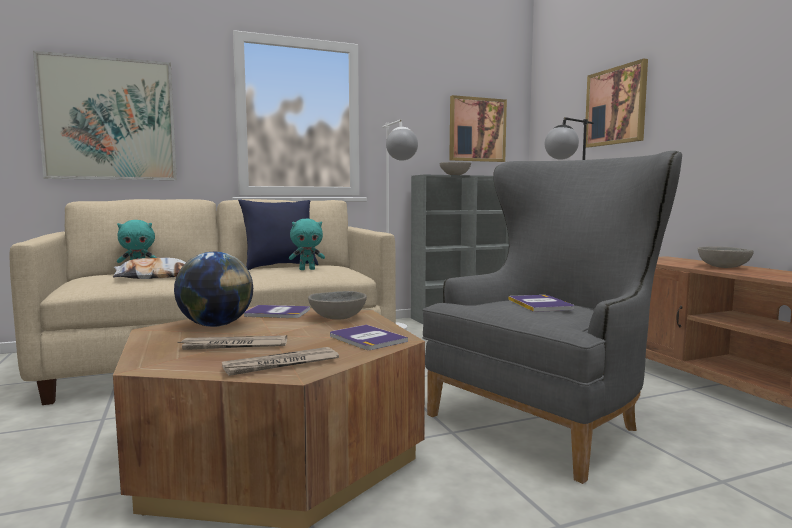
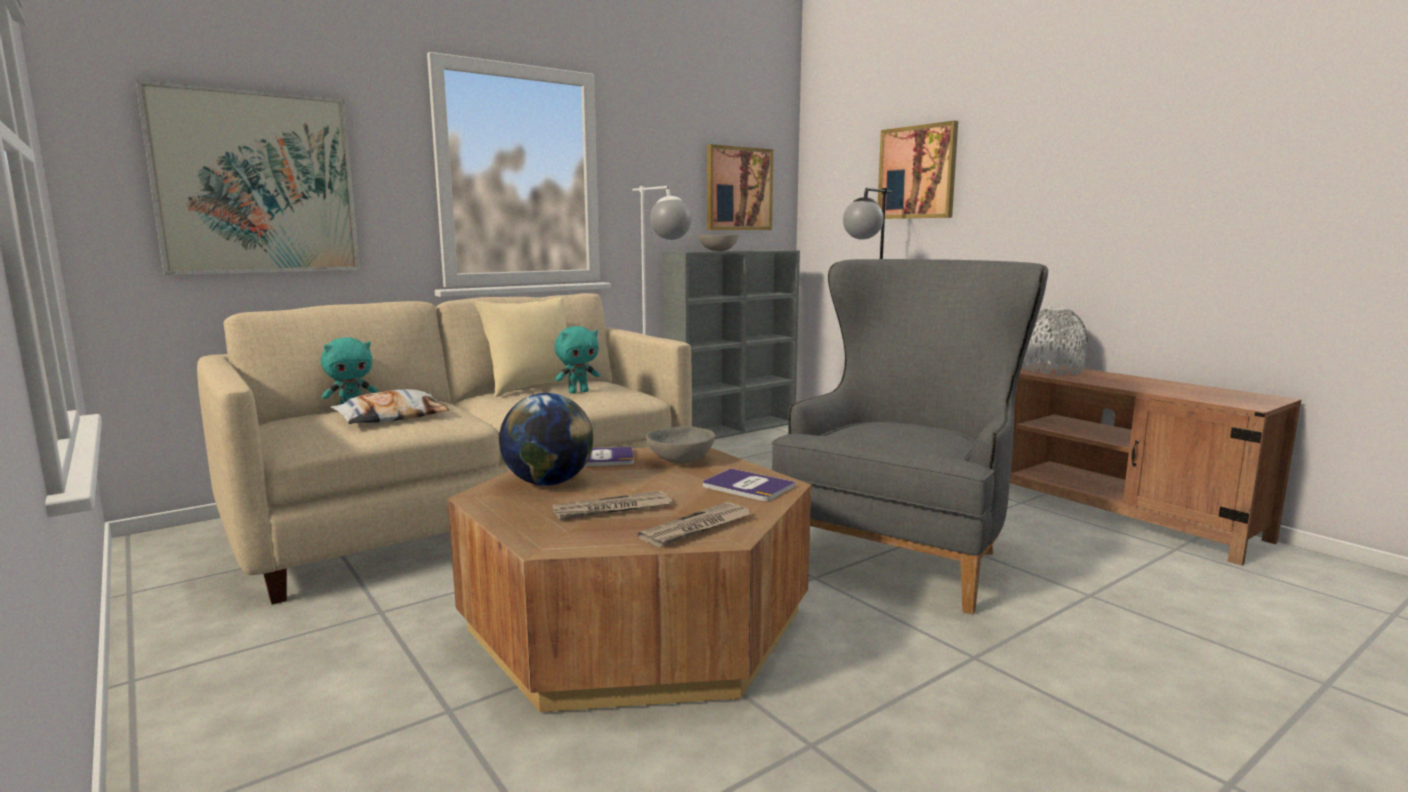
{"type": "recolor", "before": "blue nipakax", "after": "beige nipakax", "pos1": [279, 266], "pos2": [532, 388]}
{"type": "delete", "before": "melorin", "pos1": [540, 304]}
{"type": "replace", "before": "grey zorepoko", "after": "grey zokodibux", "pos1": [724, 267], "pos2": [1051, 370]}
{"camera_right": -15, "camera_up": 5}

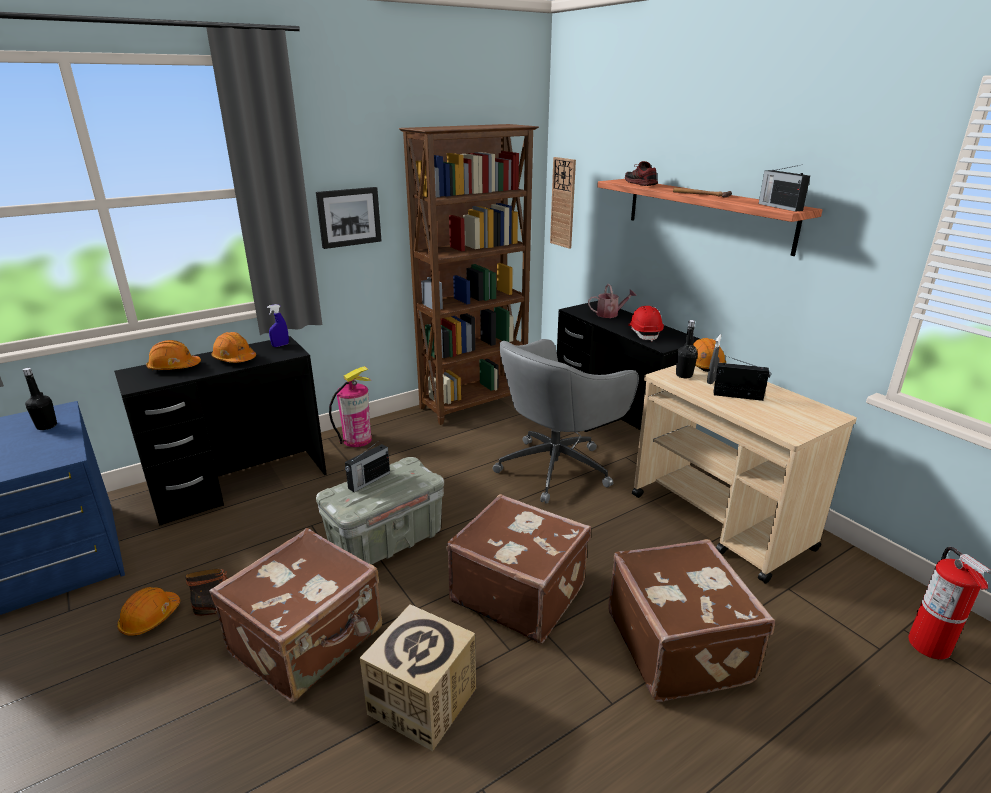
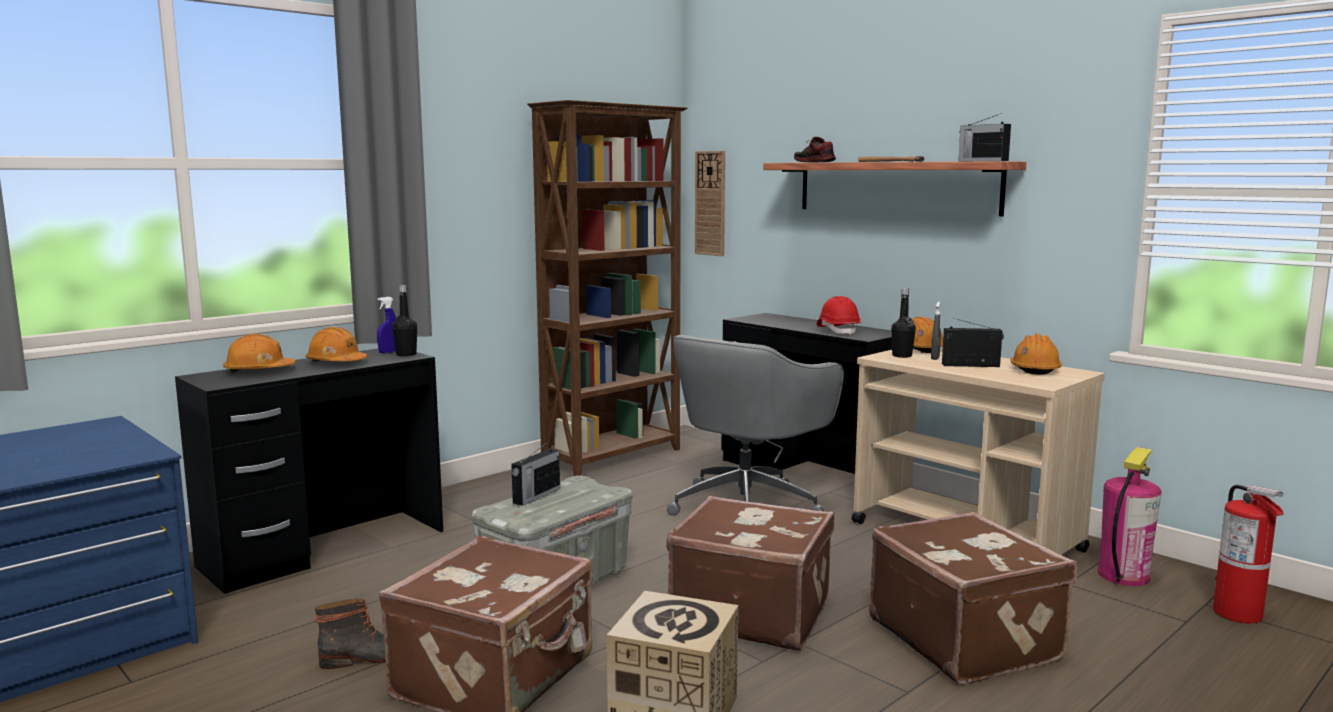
{"type": "move", "before": "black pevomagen", "pos1": [47, 426], "pos2": [406, 354]}
{"type": "move", "before": "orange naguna", "pos1": [150, 618], "pos2": [1035, 369]}
{"type": "delete", "before": "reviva", "pos1": [349, 217]}
{"type": "move", "before": "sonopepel", "pos1": [357, 440], "pos2": [1123, 575]}
{"type": "delete", "before": "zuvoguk", "pos1": [610, 314]}
{"camera_right": -10, "camera_up": -15}

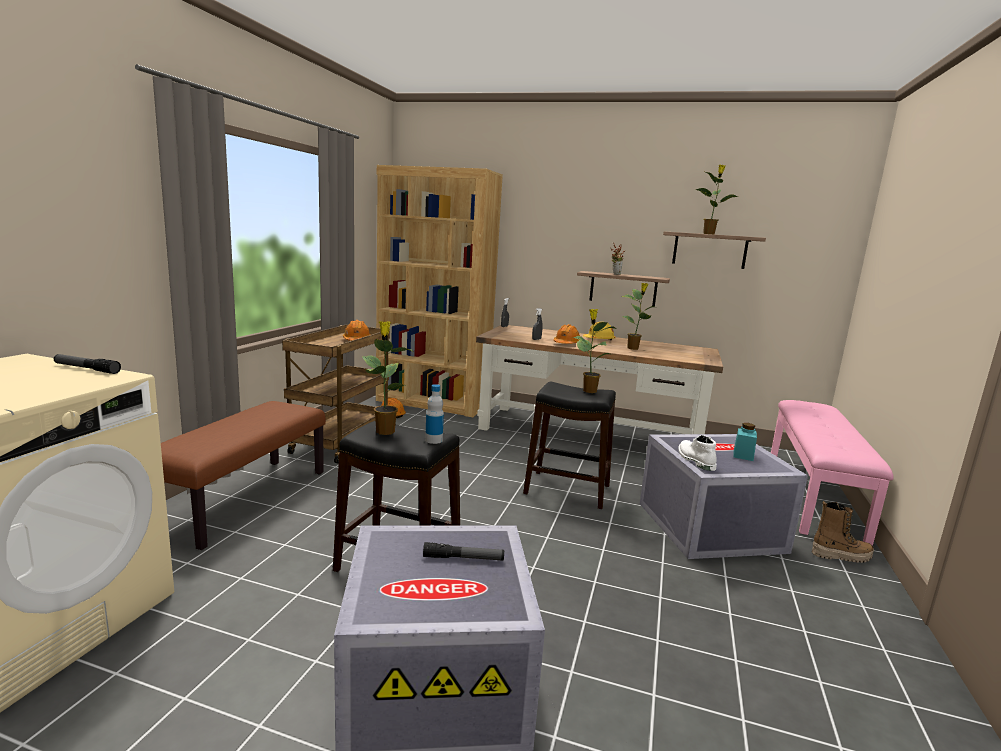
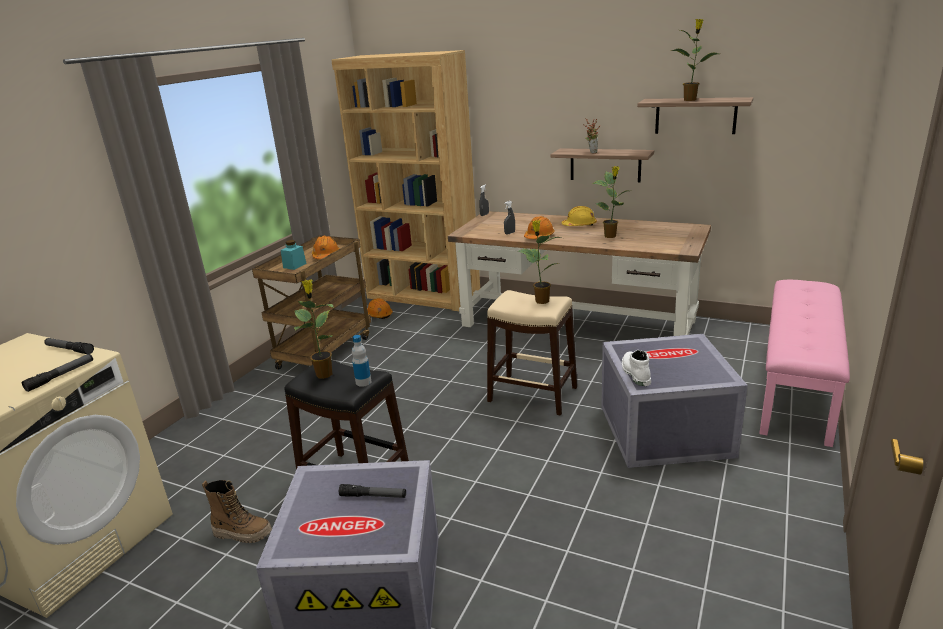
{"type": "delete", "before": "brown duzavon", "pos1": [243, 499]}
{"type": "recolor", "before": "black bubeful", "after": "beige bubeful", "pos1": [567, 489], "pos2": [532, 394]}
{"type": "move", "before": "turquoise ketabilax", "pos1": [743, 455], "pos2": [294, 265]}
{"type": "move", "before": "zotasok", "pos1": [840, 555], "pos2": [243, 533]}
{"type": "insert", "after": "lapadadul", "pos2": [61, 376]}
{"camera_right": 10, "camera_up": 10}

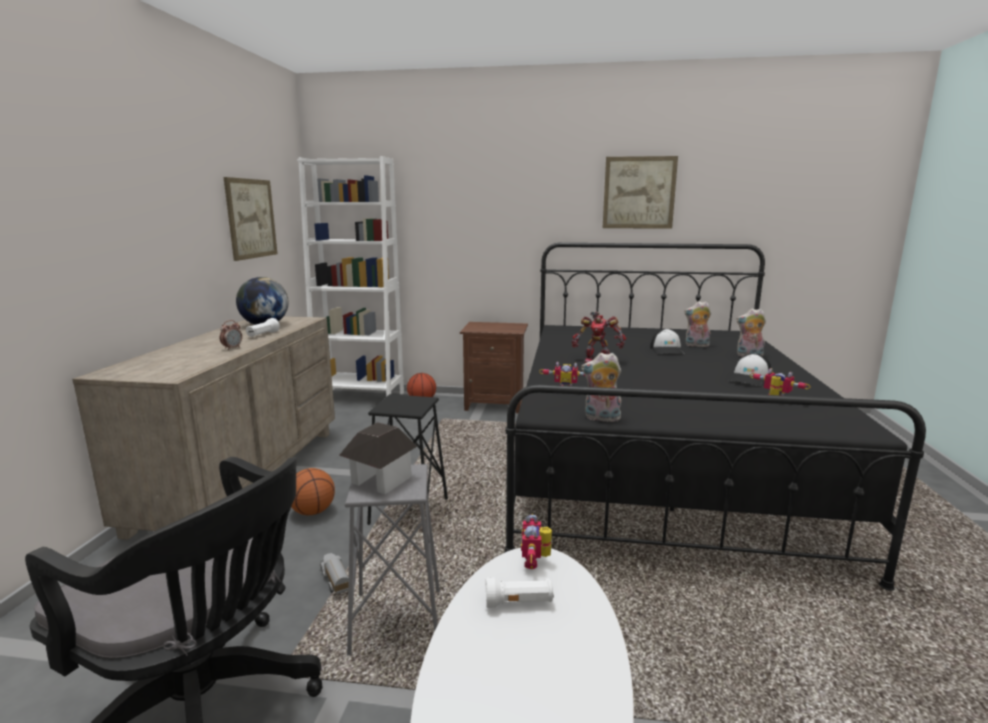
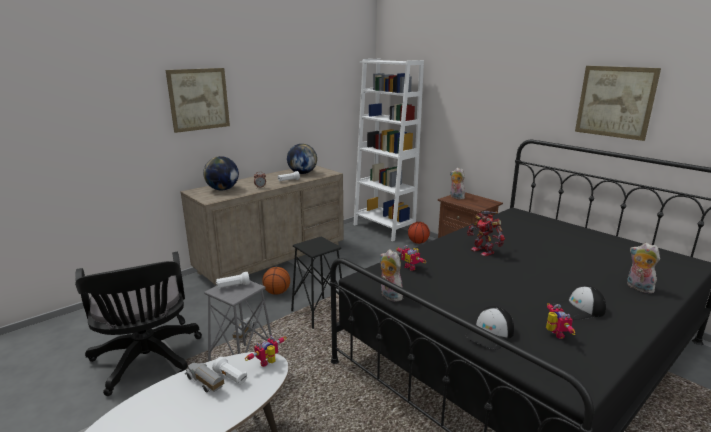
{"type": "move", "before": "reviva", "pos1": [251, 218], "pos2": [199, 99]}
{"type": "replace", "before": "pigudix", "after": "white lapadadul", "pos1": [380, 480], "pos2": [233, 286]}
{"type": "move", "before": "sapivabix", "pos1": [667, 350], "pos2": [490, 334]}
{"type": "move", "before": "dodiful", "pos1": [696, 345], "pos2": [456, 197]}
{"type": "insert", "after": "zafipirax", "pos2": [205, 383]}
{"type": "insert", "after": "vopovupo", "pos2": [223, 189]}
{"camera_right": 40, "camera_up": 5}

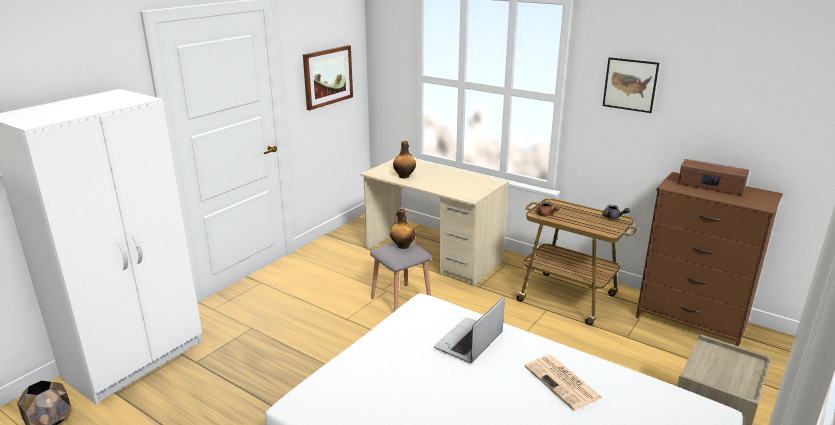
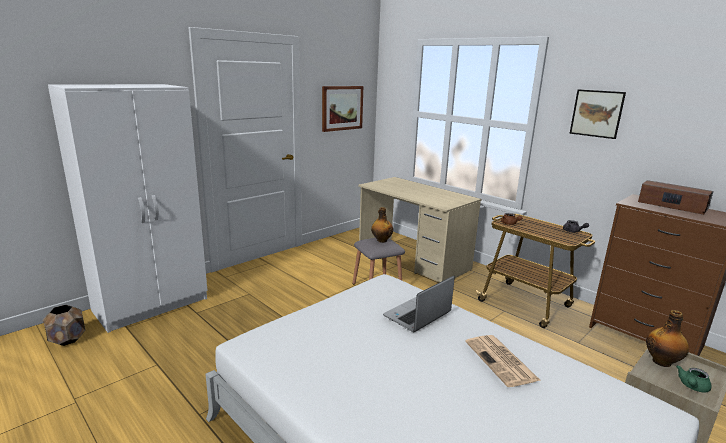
{"type": "move", "before": "pevomagen", "pos1": [404, 176], "pos2": [662, 362]}
{"type": "insert", "after": "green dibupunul", "pos2": [692, 387]}
{"camera_right": 10, "camera_up": -5}

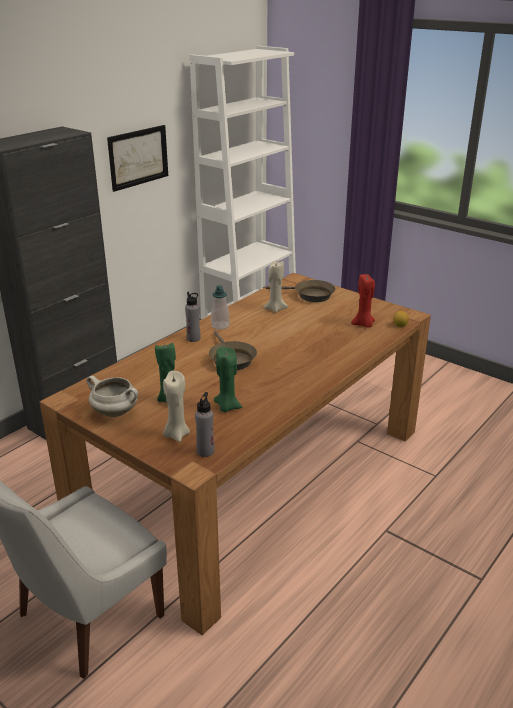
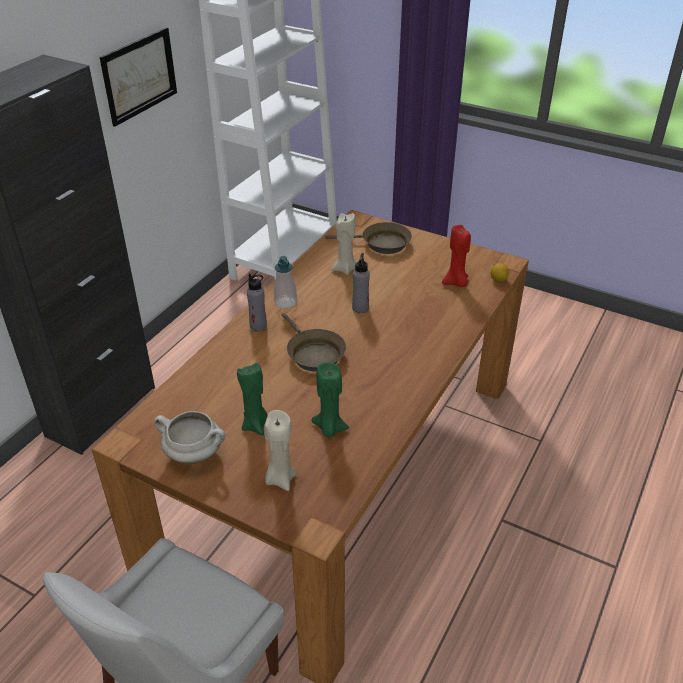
{"type": "move", "before": "grey pevomagen", "pos1": [205, 451], "pos2": [360, 308]}
{"camera_right": -10, "camera_up": 10}

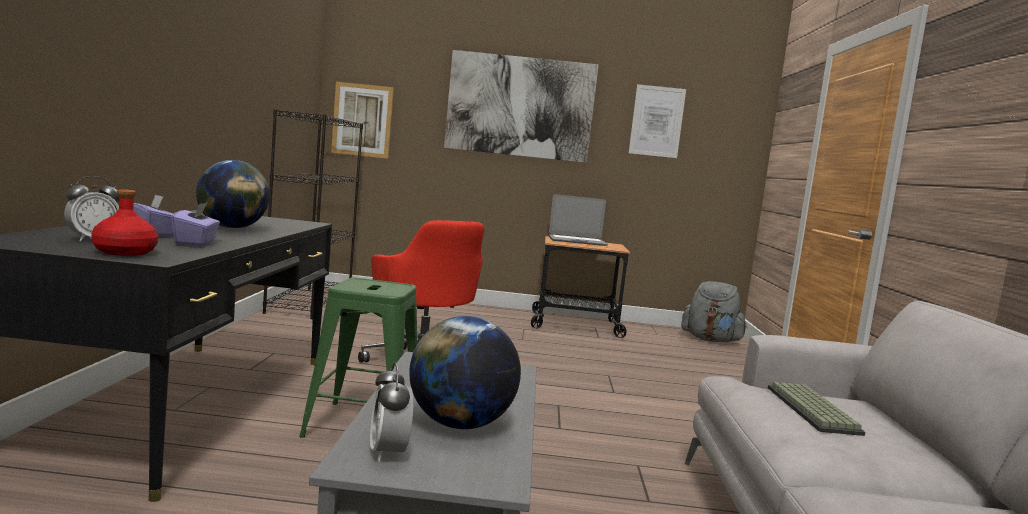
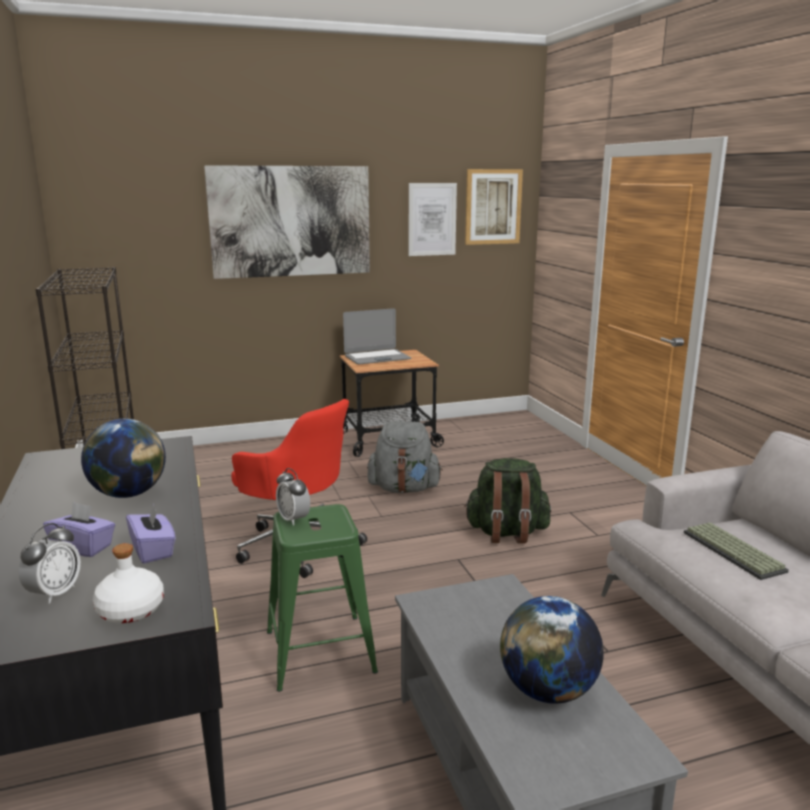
{"type": "recolor", "before": "red pevomagen", "after": "white pevomagen", "pos1": [124, 252], "pos2": [130, 610]}
{"type": "move", "before": "reviva", "pos1": [362, 120], "pos2": [493, 207]}
{"type": "move", "before": "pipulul", "pos1": [388, 452], "pos2": [293, 519]}
{"type": "move", "before": "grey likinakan", "pos1": [711, 340], "pos2": [404, 489]}
{"type": "insert", "after": "green likinakan", "pos2": [507, 533]}
{"camera_right": -20, "camera_up": 10}

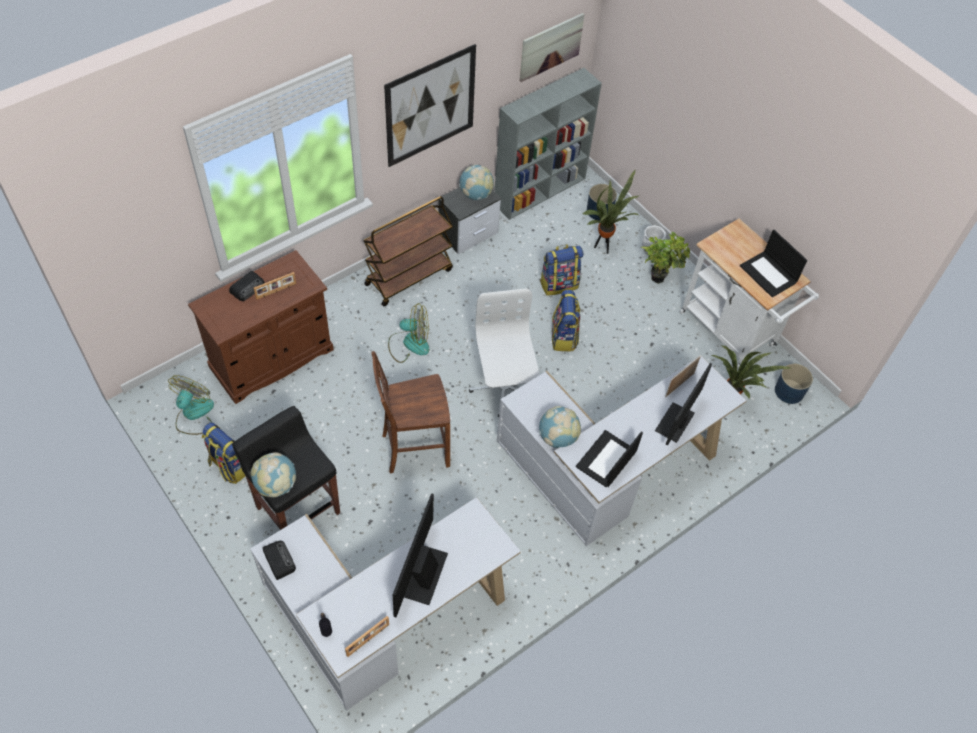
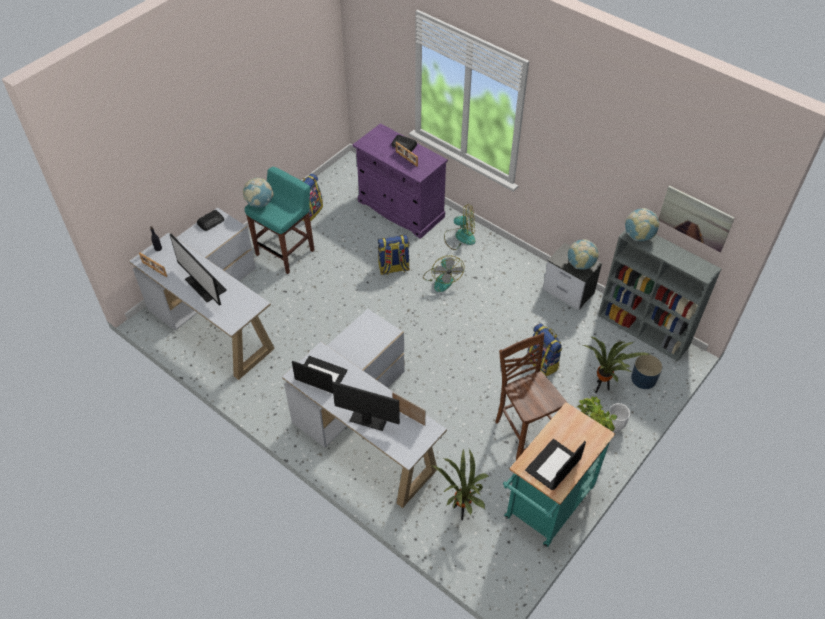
{"type": "move", "before": "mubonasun", "pos1": [194, 415], "pos2": [460, 237]}
{"type": "recolor", "before": "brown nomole", "after": "purple nomole", "pos1": [272, 358], "pos2": [400, 209]}
{"type": "recolor", "before": "black bubeful", "after": "turquoise bubeful", "pos1": [297, 509], "pos2": [286, 252]}
{"type": "delete", "before": "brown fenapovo", "pos1": [409, 276]}
{"type": "move", "before": "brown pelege", "pos1": [413, 449], "pos2": [523, 432]}
{"type": "delete", "before": "reviva", "pos1": [430, 106]}
{"type": "rotate", "before": "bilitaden", "pos1": [421, 573], "pos2": [205, 285], "turn": -135}
{"type": "delete", "before": "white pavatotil", "pos1": [503, 388]}
{"type": "move", "before": "vopovupo", "pos1": [557, 438], "pos2": [638, 236]}
{"type": "move", "before": "likinakan", "pos1": [564, 337], "pos2": [393, 268]}
{"type": "recolor", "before": "white fenapovo", "after": "turquoise fenapovo", "pos1": [732, 333], "pos2": [546, 507]}
{"type": "delete", "before": "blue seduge", "pos1": [789, 391]}
{"camera_right": 80, "camera_up": -5}

